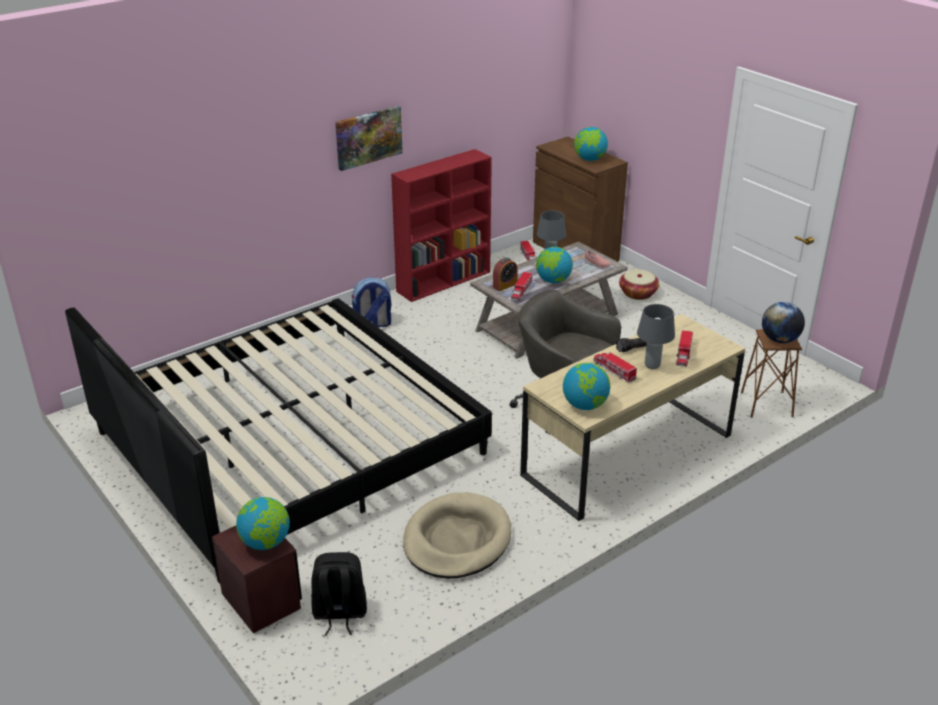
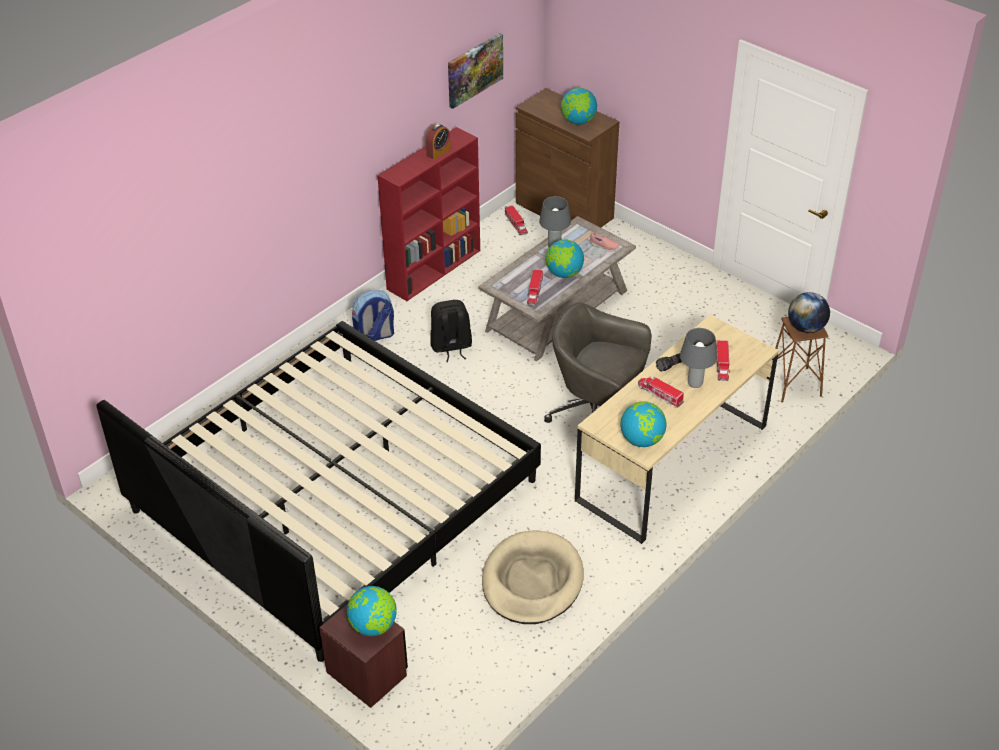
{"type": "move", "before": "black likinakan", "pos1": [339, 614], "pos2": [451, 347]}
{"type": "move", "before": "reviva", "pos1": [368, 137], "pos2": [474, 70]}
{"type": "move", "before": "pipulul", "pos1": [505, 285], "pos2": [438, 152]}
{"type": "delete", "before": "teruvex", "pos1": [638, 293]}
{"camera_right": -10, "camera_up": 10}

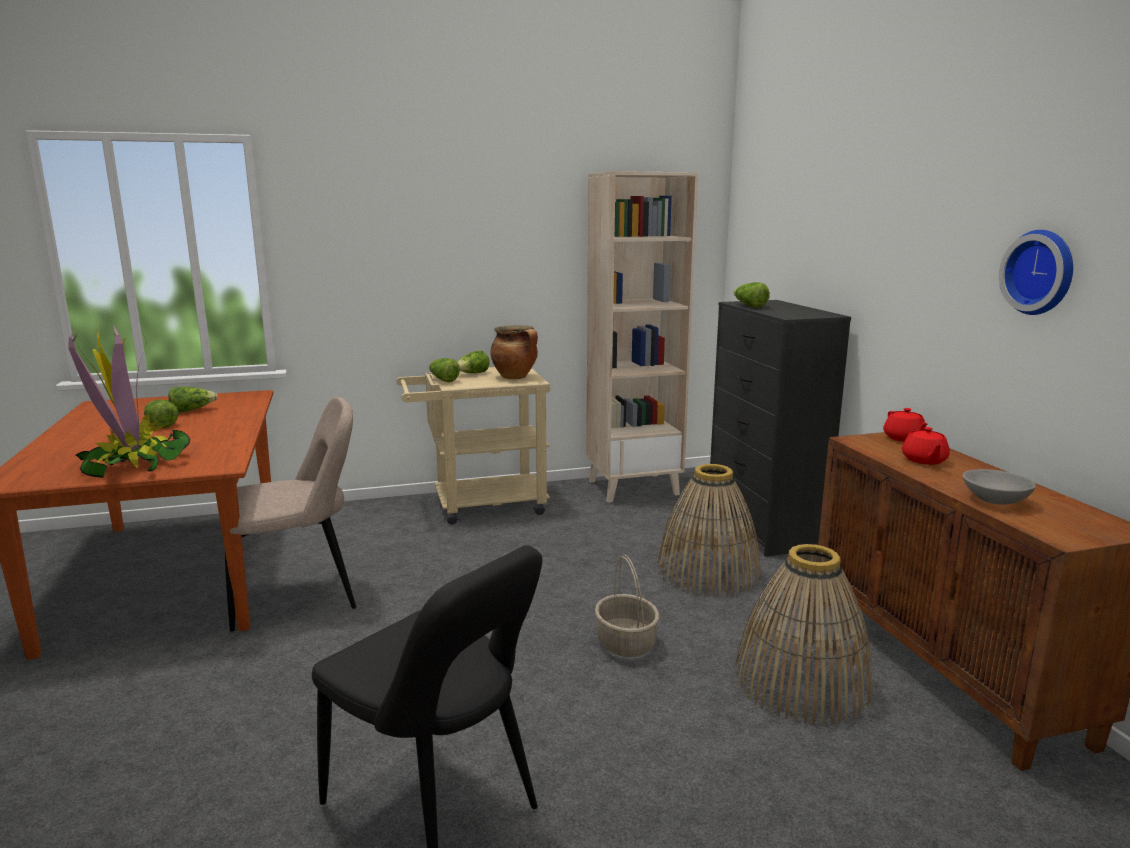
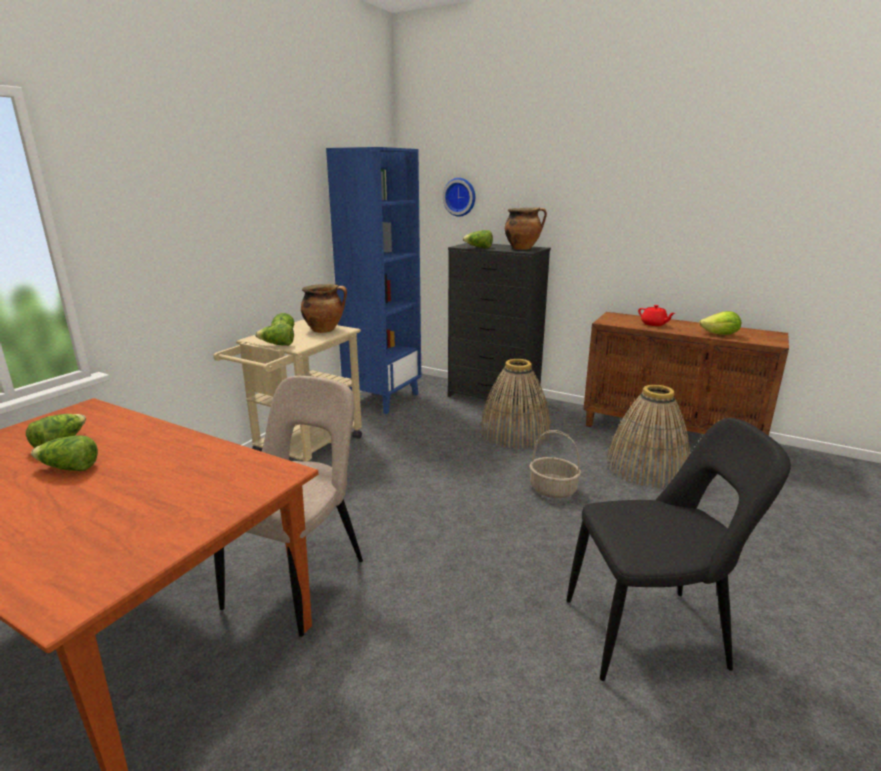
{"type": "delete", "before": "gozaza", "pos1": [134, 463]}
{"type": "recolor", "before": "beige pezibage", "after": "blue pezibage", "pos1": [633, 487], "pos2": [383, 399]}
{"type": "delete", "before": "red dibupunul", "pos1": [904, 438]}
{"type": "replace", "before": "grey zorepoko", "after": "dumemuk", "pos1": [995, 500], "pos2": [720, 334]}
{"type": "move", "before": "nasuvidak", "pos1": [1041, 272], "pos2": [460, 197]}
{"type": "insert", "after": "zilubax", "pos2": [523, 248]}
{"camera_right": -45, "camera_up": 5}

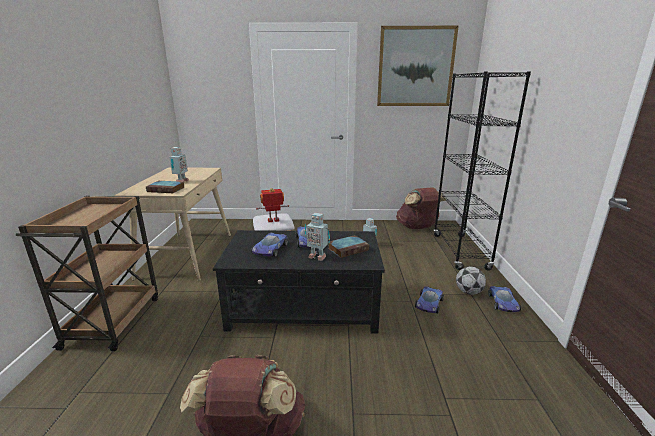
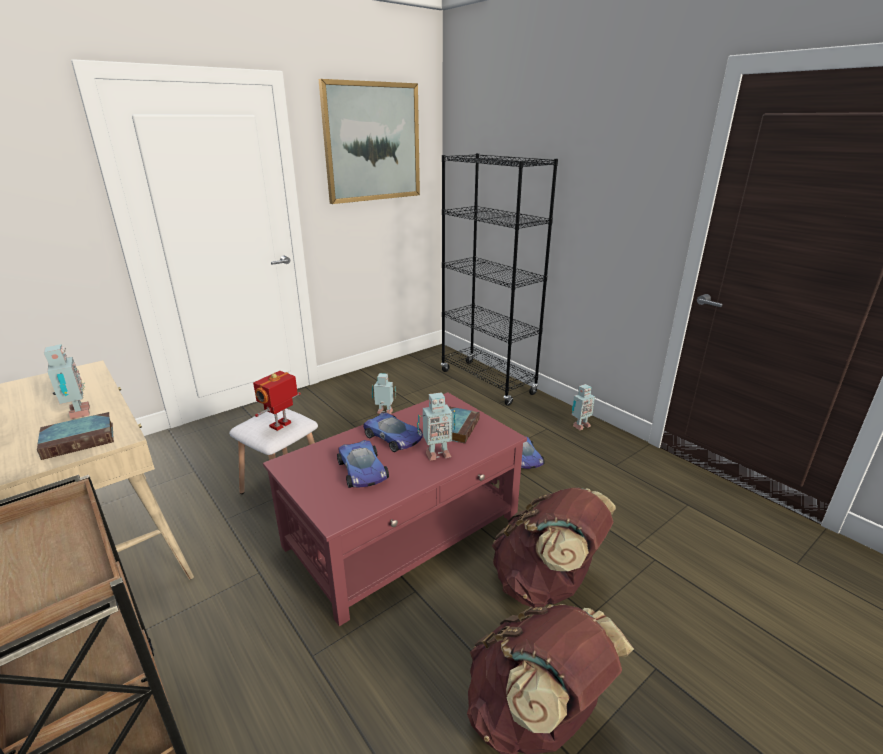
{"type": "recolor", "before": "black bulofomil", "after": "red bulofomil", "pos1": [304, 307], "pos2": [404, 531]}
{"type": "move", "before": "brown likinakan", "pos1": [417, 227], "pos2": [546, 583]}
{"type": "delete", "before": "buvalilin", "pos1": [468, 292]}
{"type": "replace", "before": "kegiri", "after": "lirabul", "pos1": [503, 303], "pos2": [580, 426]}
{"camera_right": -40, "camera_up": 5}

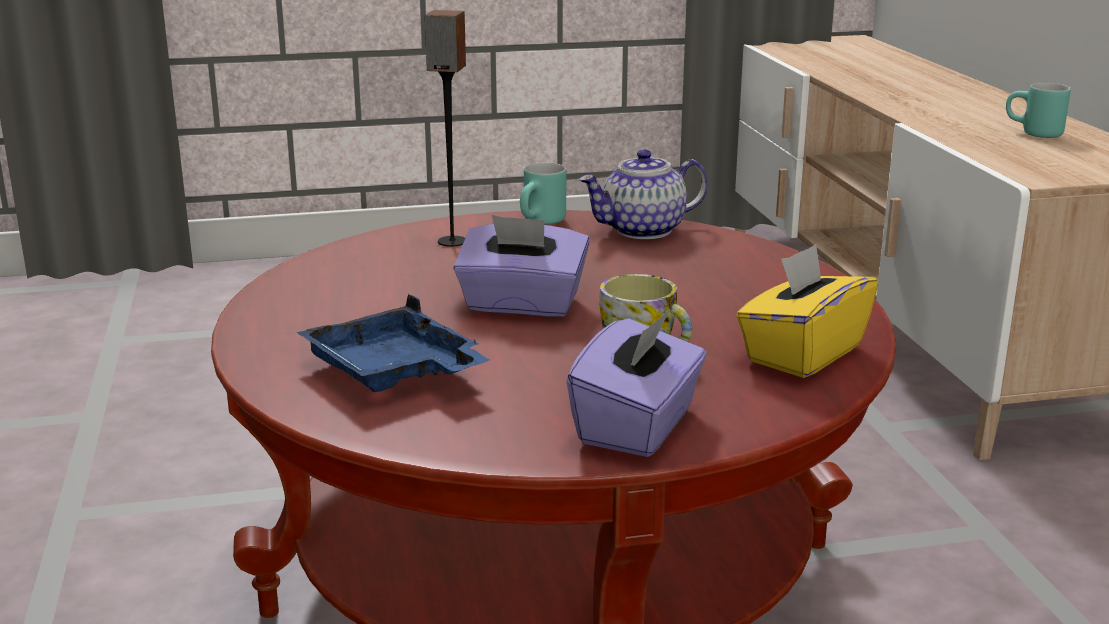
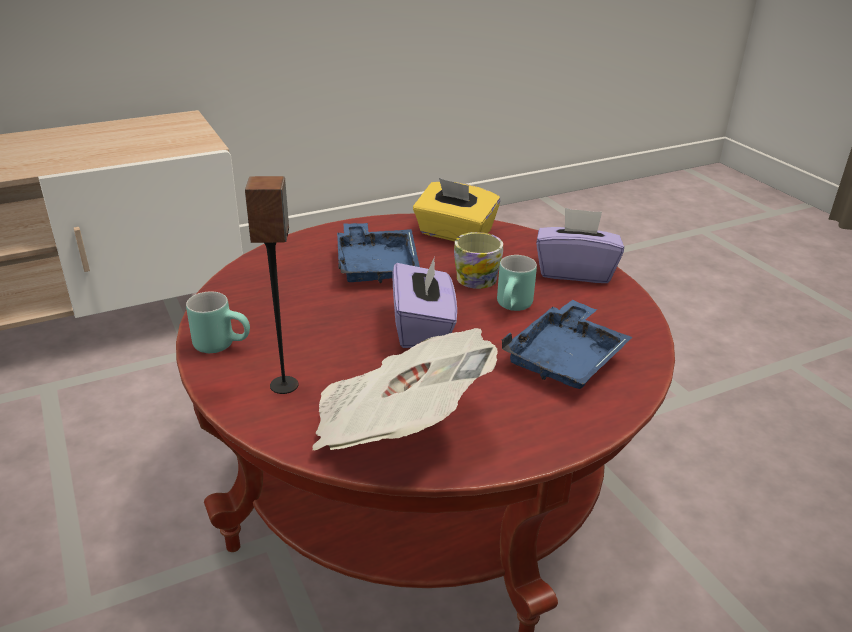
{"type": "delete", "before": "dibupunul", "pos1": [643, 230]}
{"type": "move", "before": "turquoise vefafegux", "pos1": [1032, 134], "pos2": [514, 308]}
{"type": "insert", "after": "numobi", "pos2": [396, 426]}
{"type": "insert", "after": "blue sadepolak", "pos2": [376, 265]}
{"camera_right": -105, "camera_up": 10}

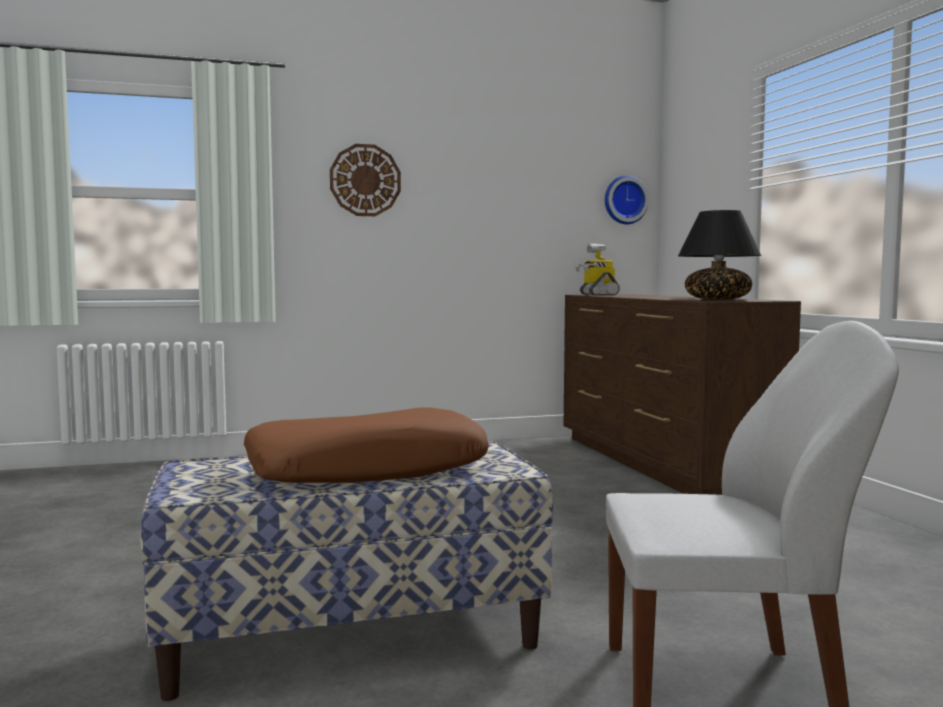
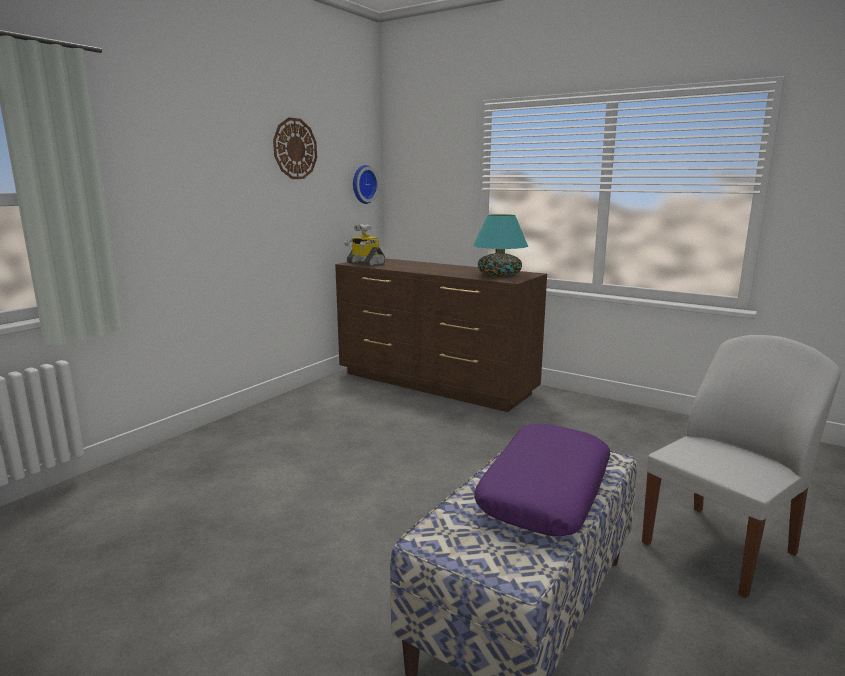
{"type": "recolor", "before": "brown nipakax", "after": "purple nipakax", "pos1": [367, 470], "pos2": [544, 492]}
{"type": "move", "before": "nasuvidak", "pos1": [365, 180], "pos2": [295, 149]}
{"type": "recolor", "before": "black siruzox", "after": "turquoise siruzox", "pos1": [718, 299], "pos2": [499, 275]}
{"camera_right": -40, "camera_up": 10}

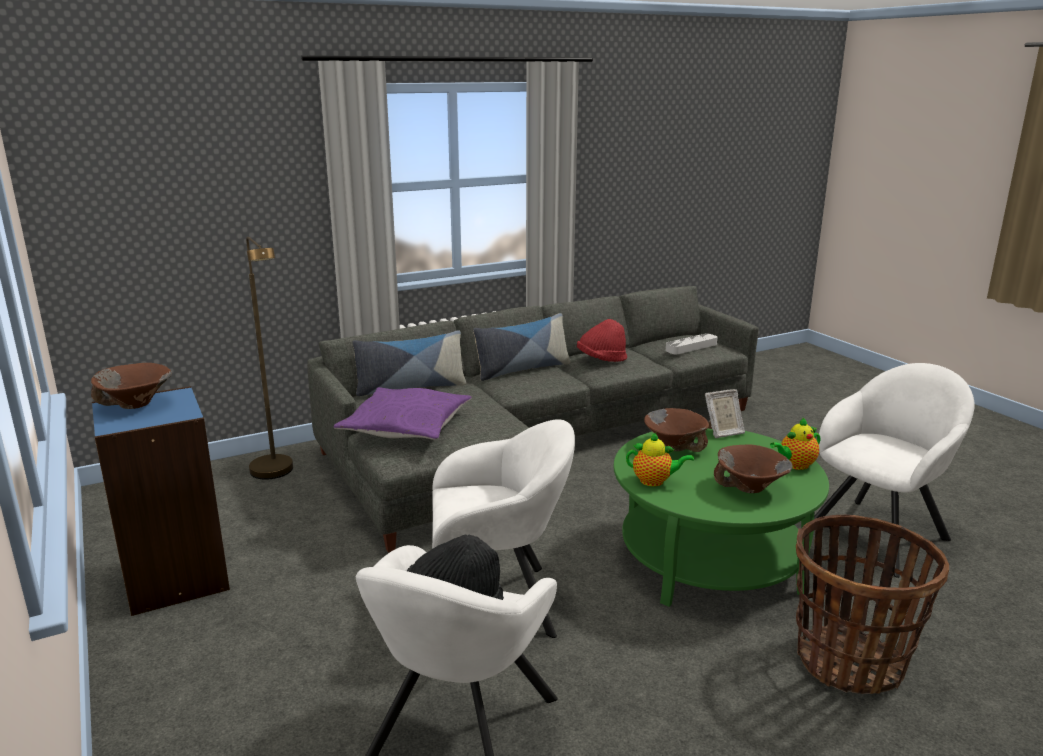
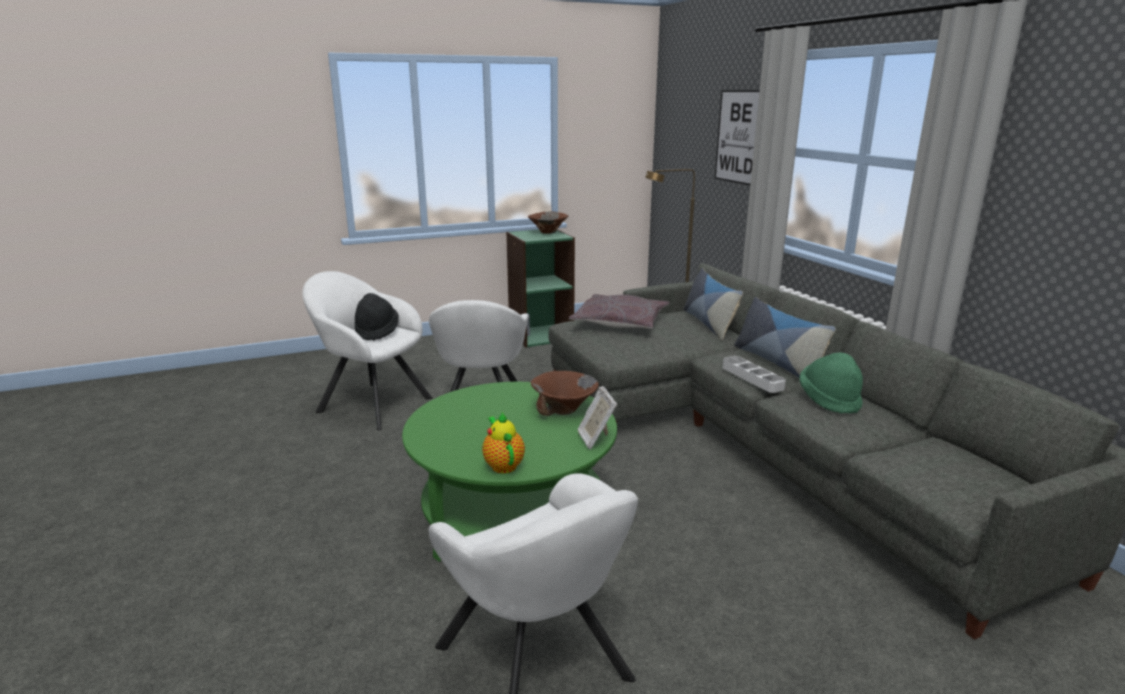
{"type": "recolor", "before": "blue pezibage", "after": "green pezibage", "pos1": [174, 578], "pos2": [540, 335]}
{"type": "recolor", "before": "purple nipakax", "after": "grey nipakax", "pos1": [406, 426], "pos2": [620, 322]}
{"type": "recolor", "before": "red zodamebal", "after": "green zodamebal", "pos1": [601, 359], "pos2": [829, 400]}
{"type": "delete", "before": "dibupunul", "pos1": [655, 481]}
{"type": "move", "before": "grey sadepolak", "pos1": [691, 347], "pos2": [752, 378]}
{"type": "delete", "before": "brown zorepoko", "pos1": [750, 488]}
{"type": "delete", "before": "teruvex", "pos1": [850, 662]}
{"type": "insert", "after": "reviva", "pos2": [739, 137]}
{"camera_right": 95, "camera_up": 0}

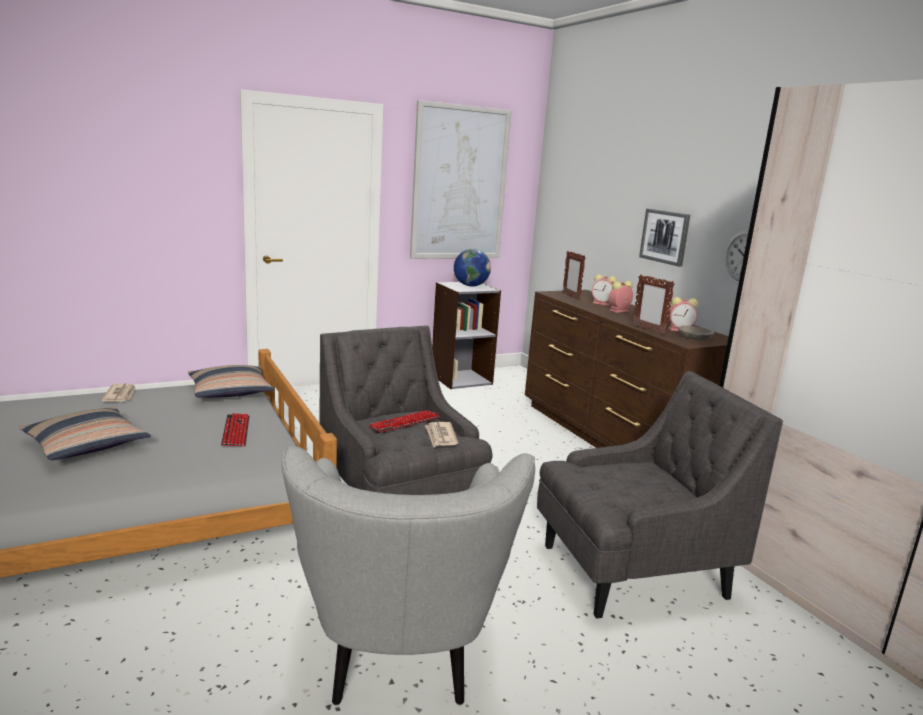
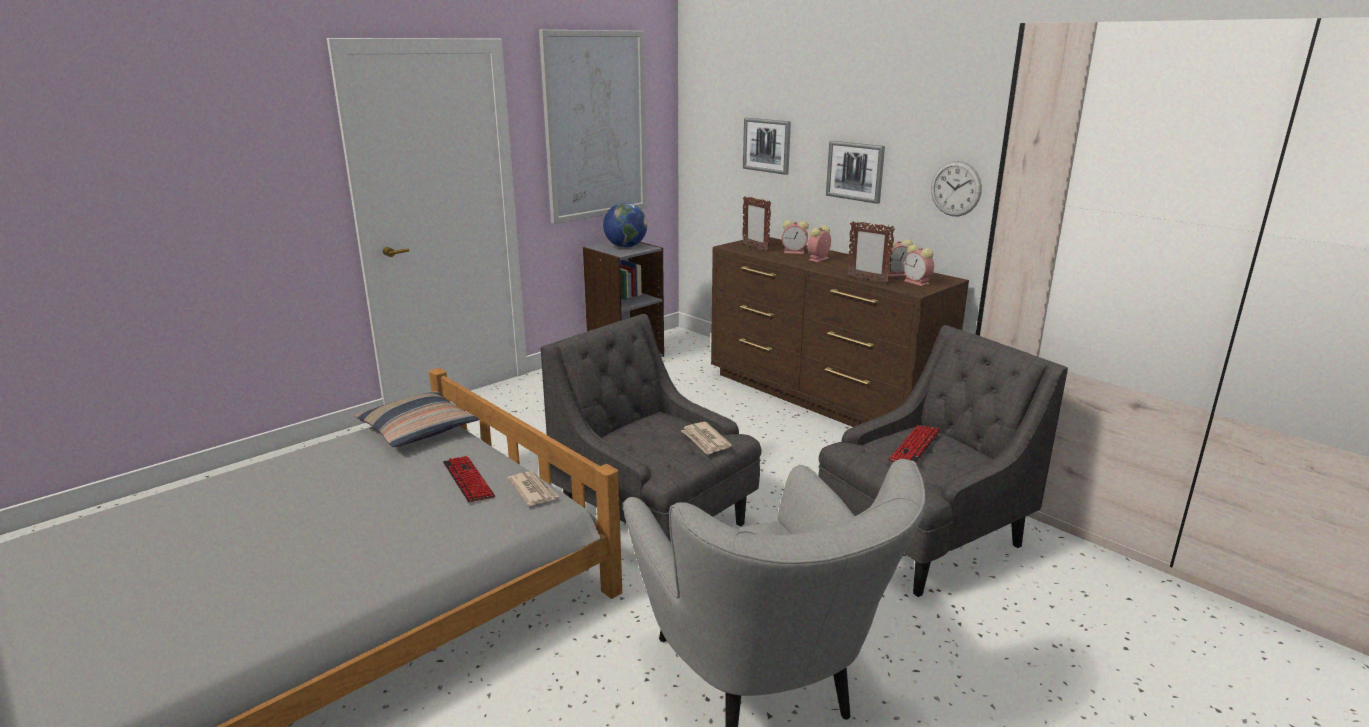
{"type": "delete", "before": "nipakax", "pos1": [86, 445]}
{"type": "move", "before": "numobi", "pos1": [120, 395], "pos2": [533, 490]}
{"type": "move", "before": "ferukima", "pos1": [404, 423], "pos2": [914, 447]}
{"type": "replace", "before": "grey zorepoko", "after": "pipulul", "pos1": [694, 338], "pos2": [917, 282]}
{"type": "insert", "after": "reviva", "pos2": [767, 145]}
{"camera_right": -15, "camera_up": 5}

